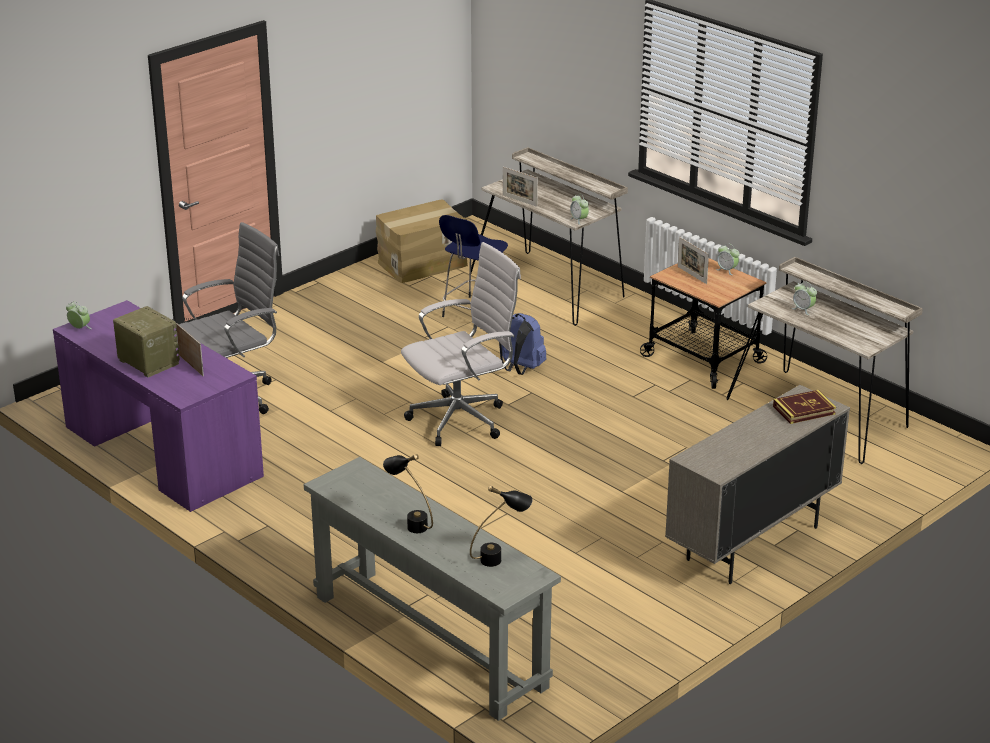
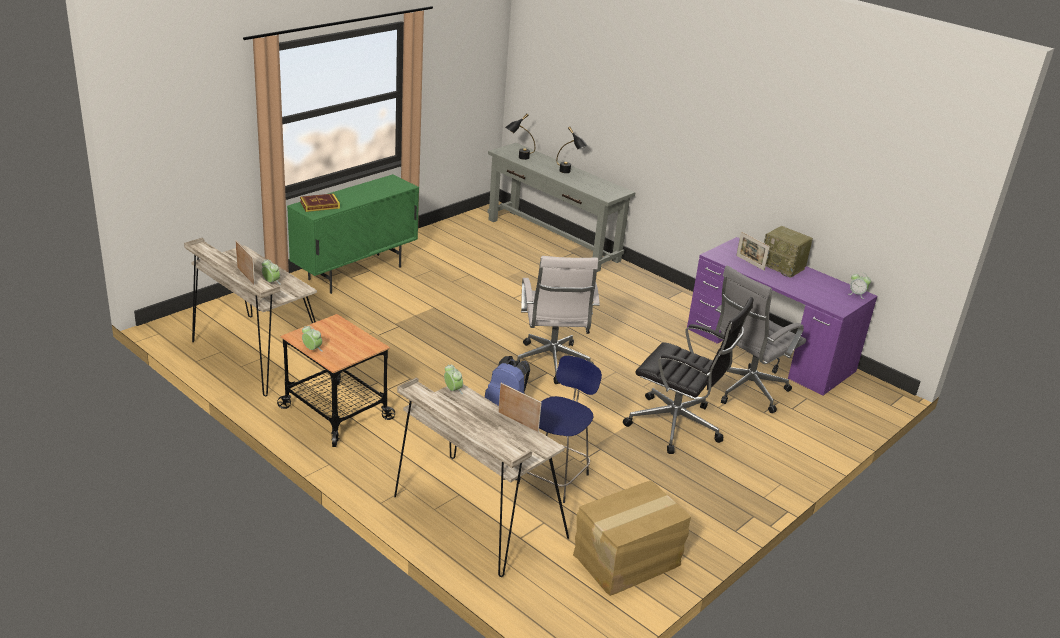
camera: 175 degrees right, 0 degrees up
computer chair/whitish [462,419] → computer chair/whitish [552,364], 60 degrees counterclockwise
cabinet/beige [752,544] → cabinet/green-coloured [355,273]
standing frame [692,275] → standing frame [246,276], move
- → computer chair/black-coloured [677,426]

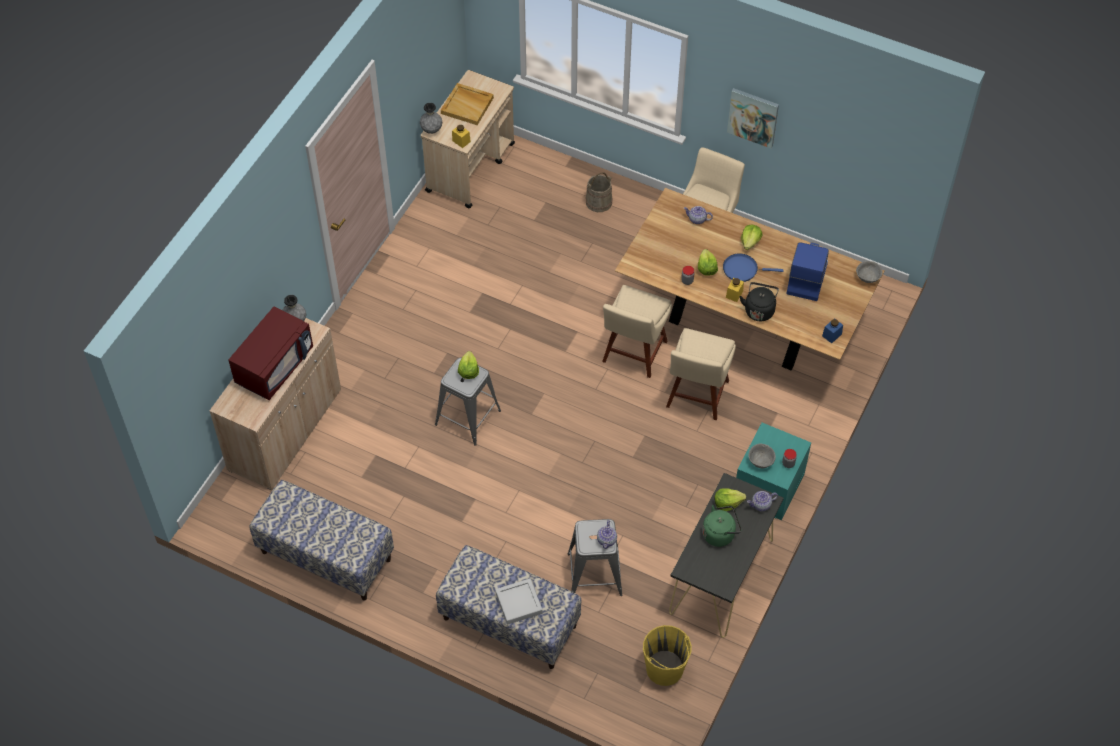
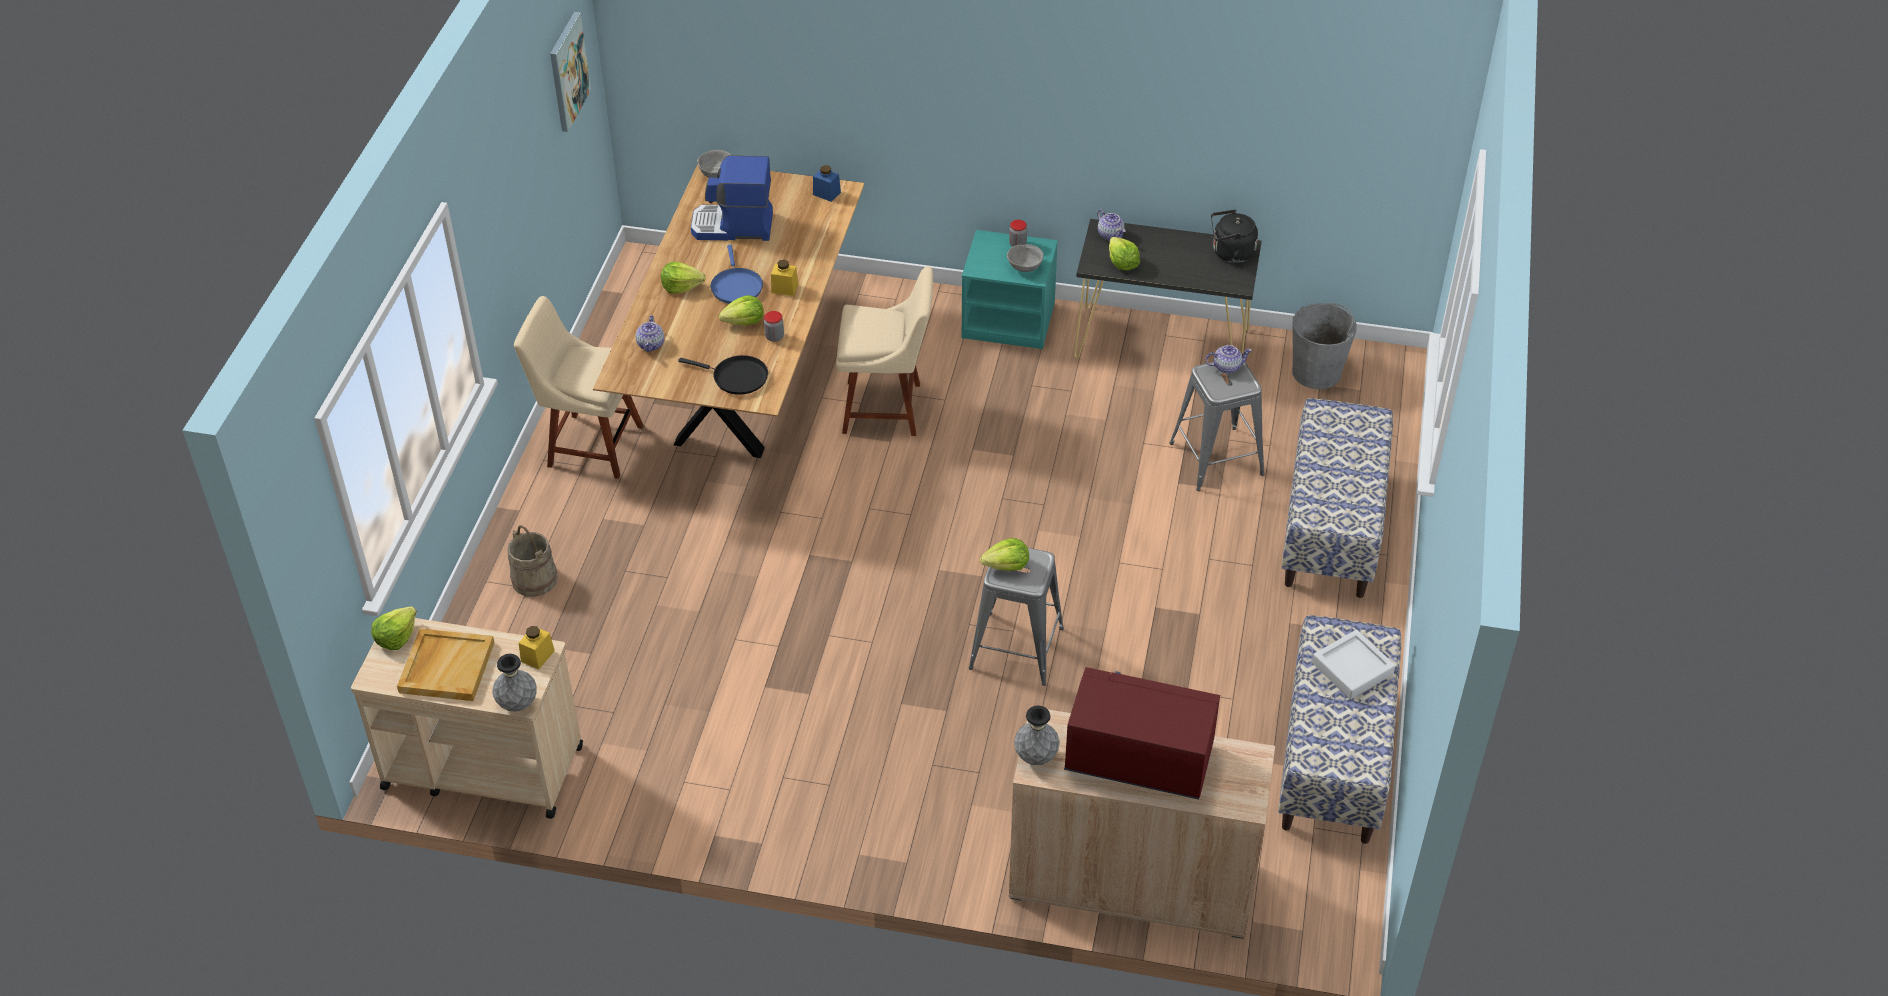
camera: 105 degrees left, 10 degrees down
tray/grey [518,603] → tray/grey [1352,668], move
plain chair/beige [633,354] → -
bucket/yellow [664,669] → bucket/grey [1317,372]
kettle/green-coloured [720,534] → -
picture [753,117] → picture [568,71], move
kettle/black-coloured [759,309] → kettle/black-coloured [1230,253], move
- → head of lettuce [396,637]
- → pan/black-coloured [736,377]

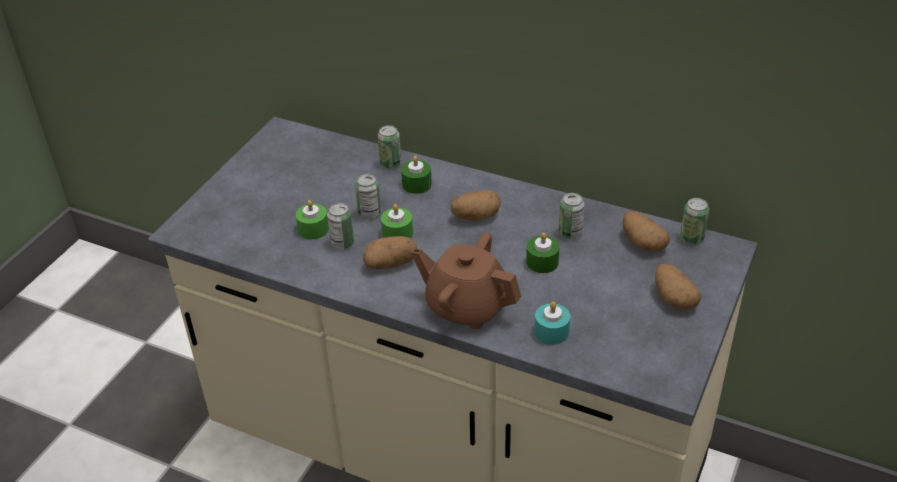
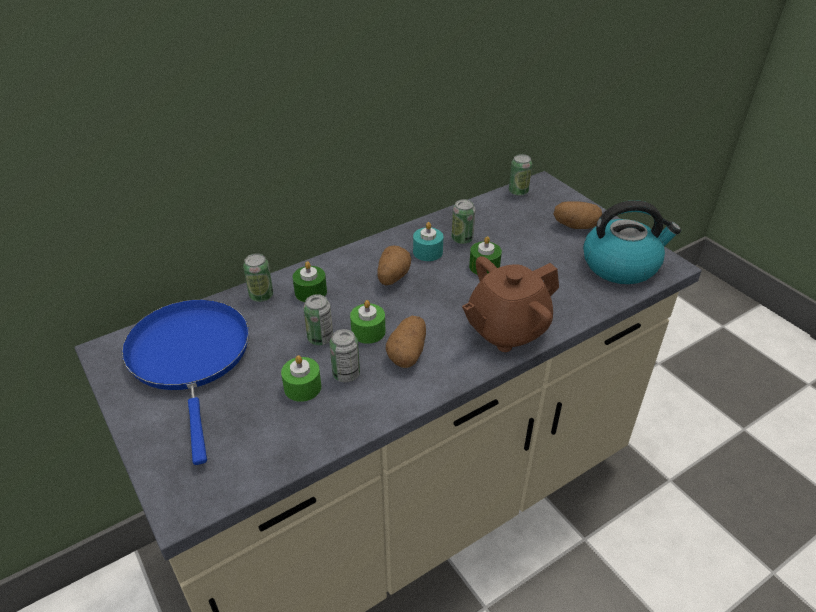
camera: 60 degrees left, 0 degrees up
wax candle/turquoise-coloured [551,331] → wax candle/turquoise-coloured [427,252], move
spud [642,243] → -
- → pan/bluish [190,357]
- → kettle [621,265]

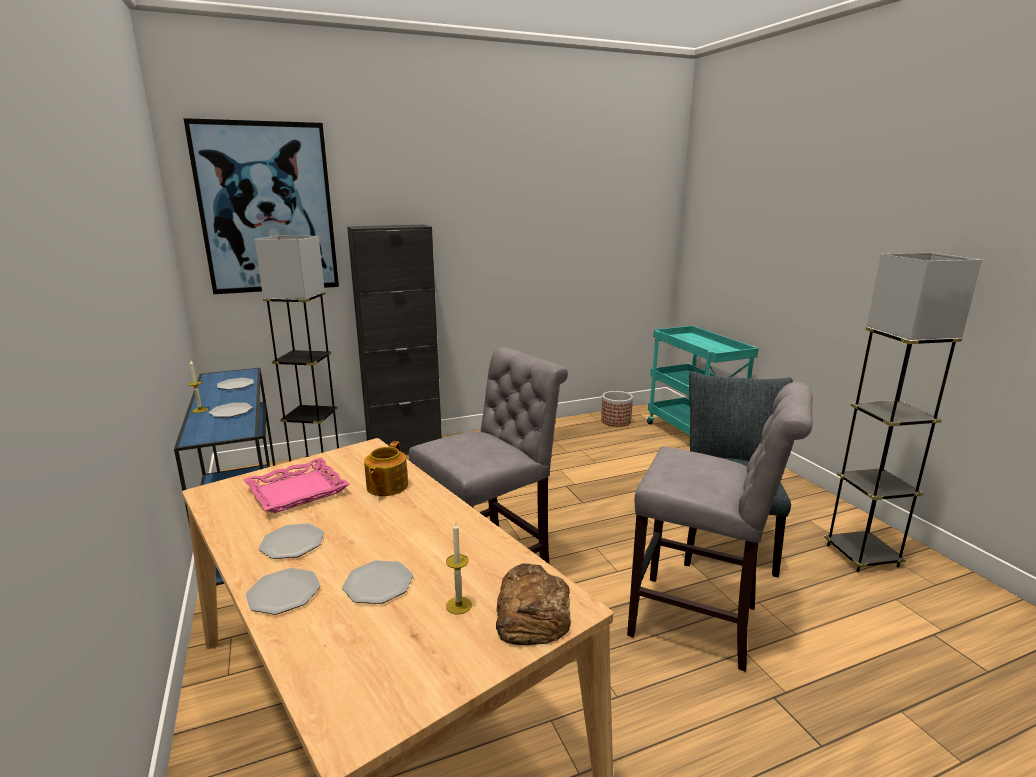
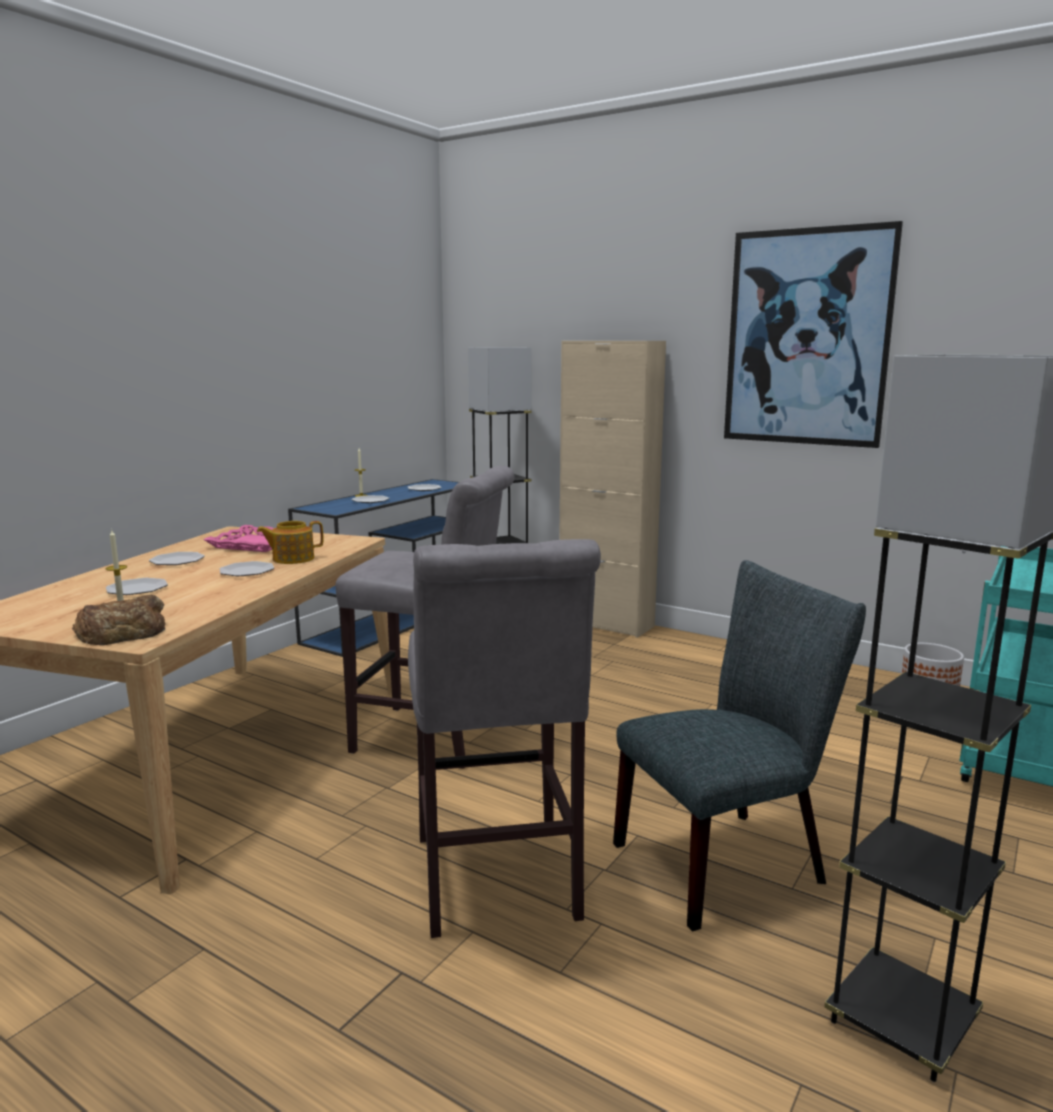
camera: 55 degrees right, 5 degrees down
picture [267,209] → picture [807,338], move
flat dish [284,593] → flat dish [246,571], move
cabinet/black-coloured [404,449] → cabinet/beige [606,624]

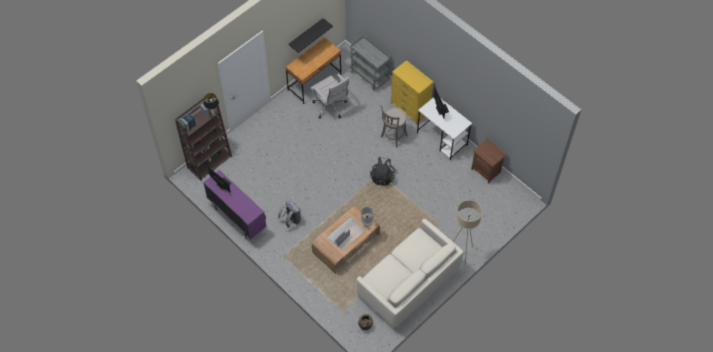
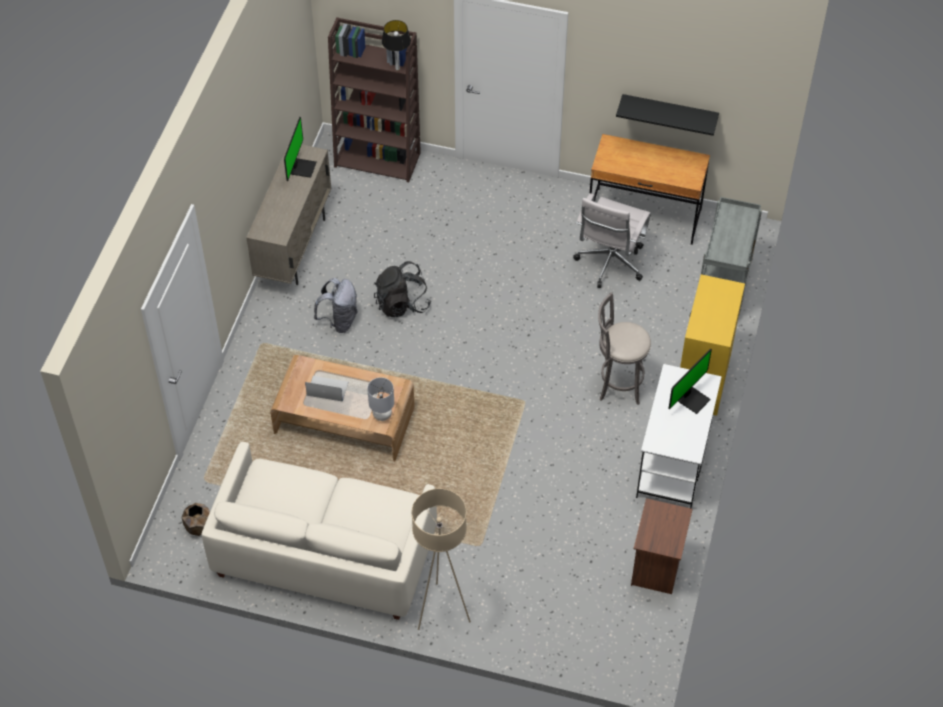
camera: 60 degrees right, 5 degrees down
cabinet/purple-coloured [237,218] → cabinet/beige [294,248]
rucksack/black-coloured [382,177] → rucksack/black-coloured [402,304], move

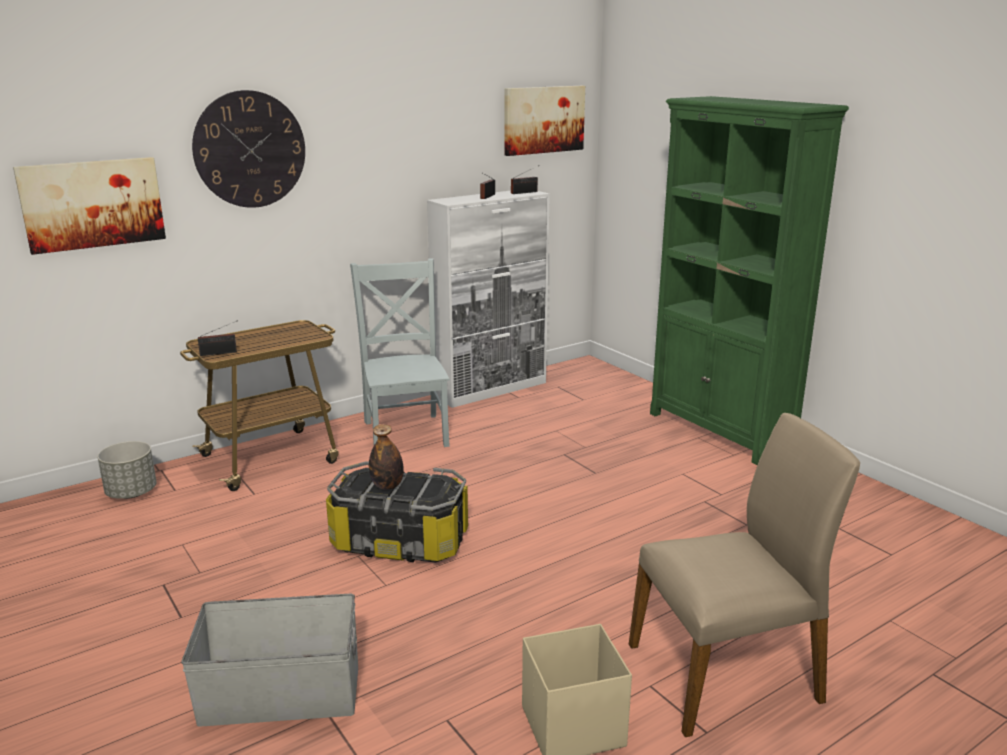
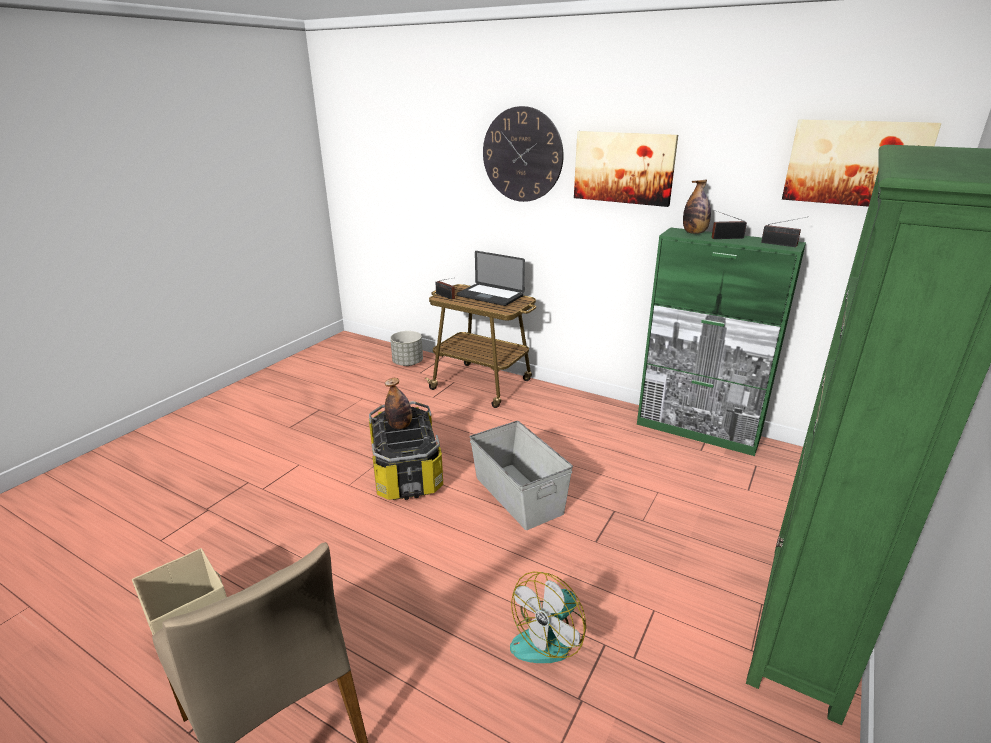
camera: 65 degrees right, 5 degrees up
picture [92,204] → picture [624,167], move
storage box/grey [280,694] → storage box/grey [518,494], move
plain chair/grey [406,431] → -
cabinet/whitish [491,389] → cabinet/green-coloured [698,431]
- → laptop [490,296]
- → electric fan [550,637]
- → beverage bottle [694,233]

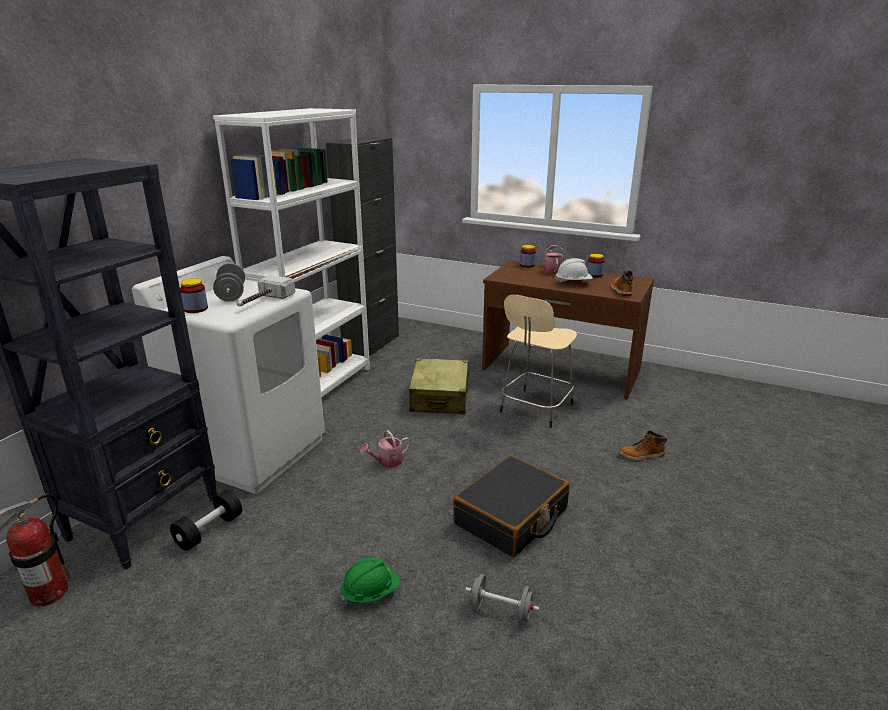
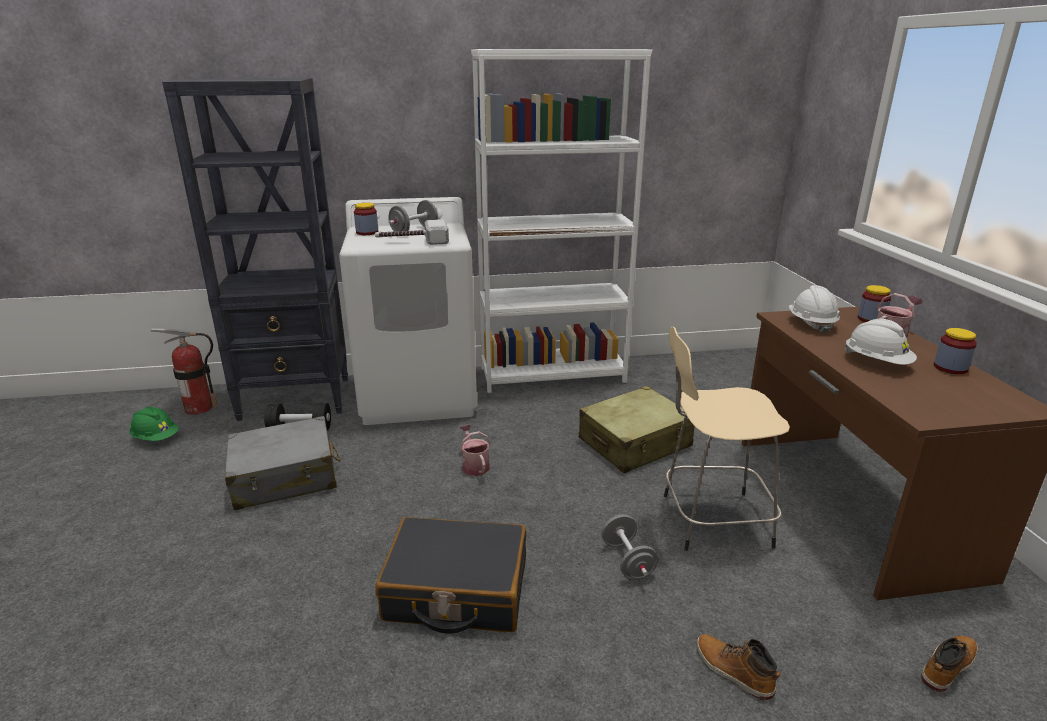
camera: 55 degrees right, 0 degrees up
cabinet/black-coloured [371,344] → -
work helmet/green-coloured [370,592] → work helmet/green-coloured [156,438], move
sprinkling can [387,462] → sprinkling can [474,465], 45 degrees clockwise
hand weight/grey [501,611] → hand weight/grey [627,561], move
boot [620,290] → boot [946,666], move
- → suitcase/grey [285,477]
- → work helmet/whitish [811,324]

